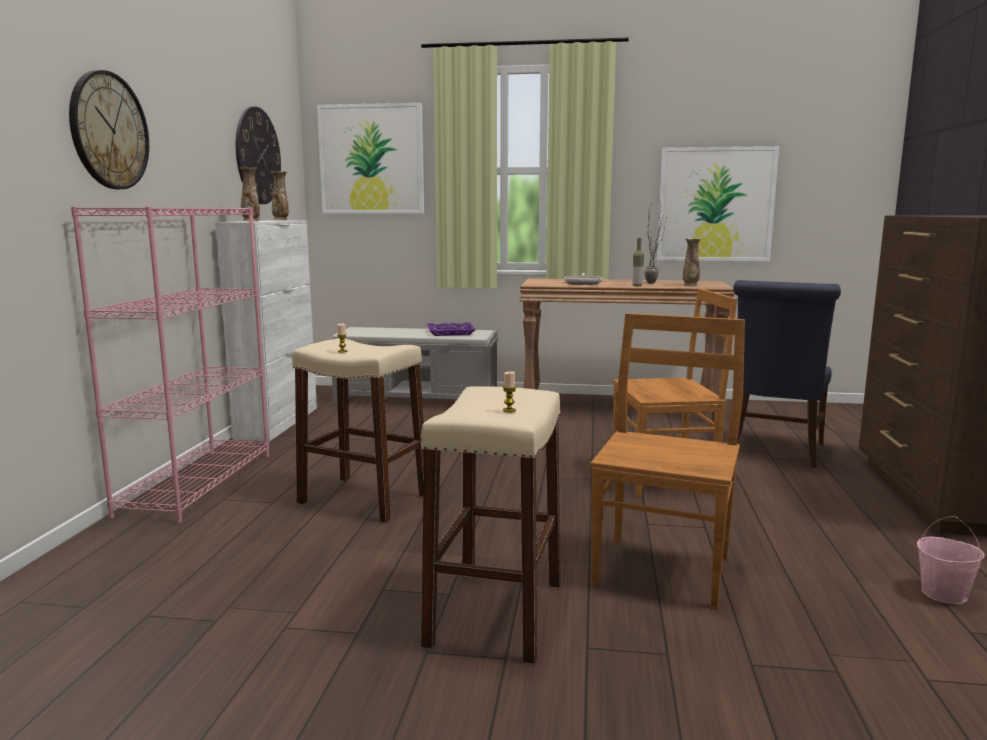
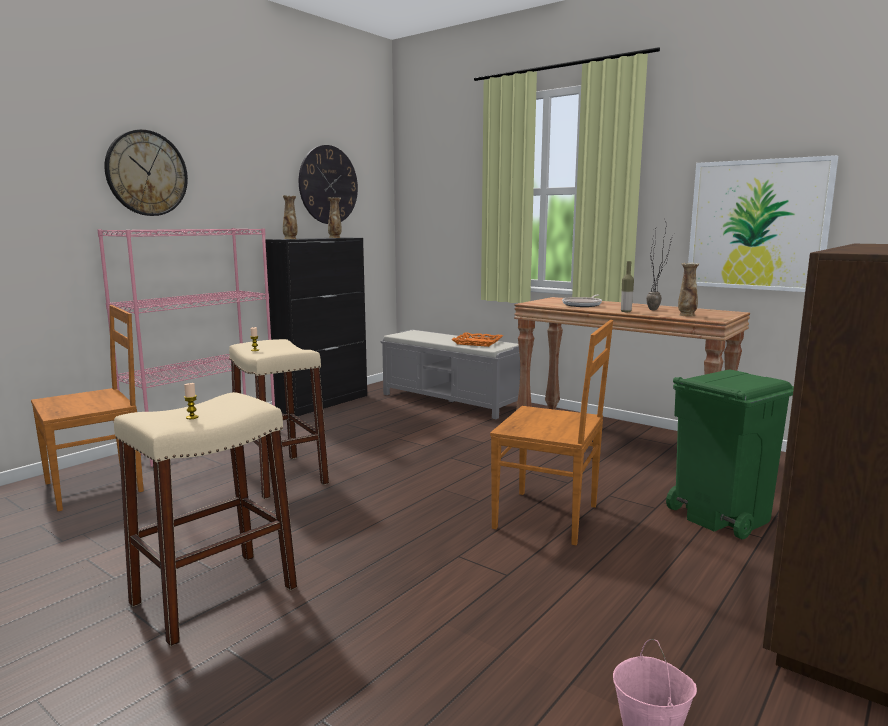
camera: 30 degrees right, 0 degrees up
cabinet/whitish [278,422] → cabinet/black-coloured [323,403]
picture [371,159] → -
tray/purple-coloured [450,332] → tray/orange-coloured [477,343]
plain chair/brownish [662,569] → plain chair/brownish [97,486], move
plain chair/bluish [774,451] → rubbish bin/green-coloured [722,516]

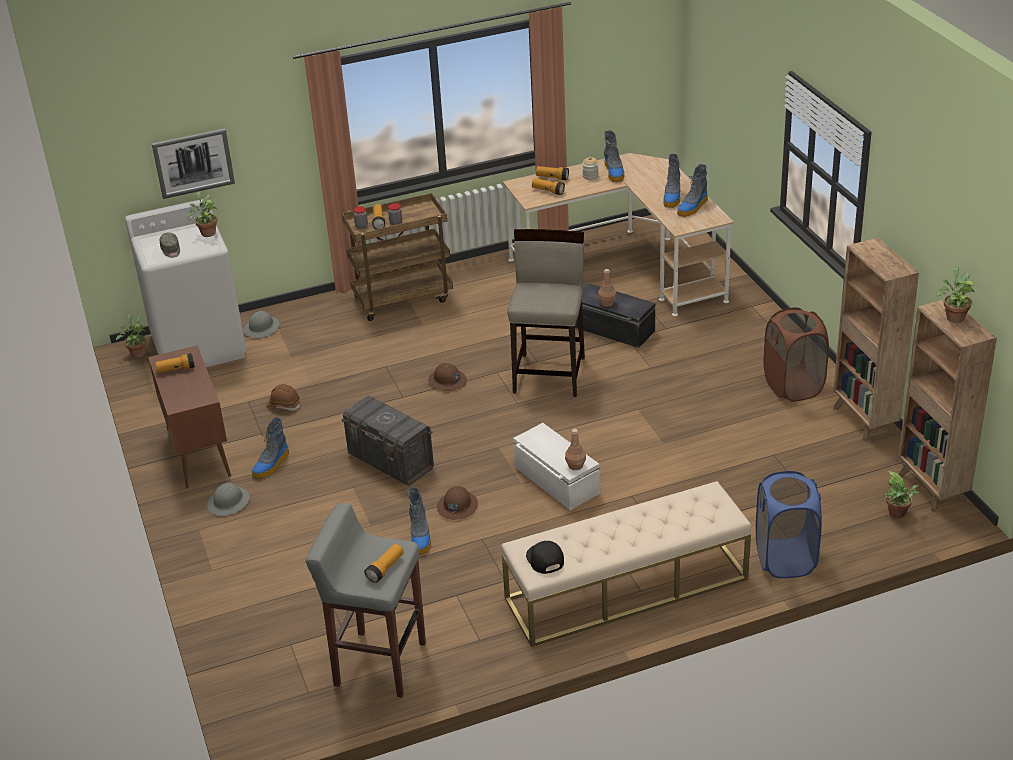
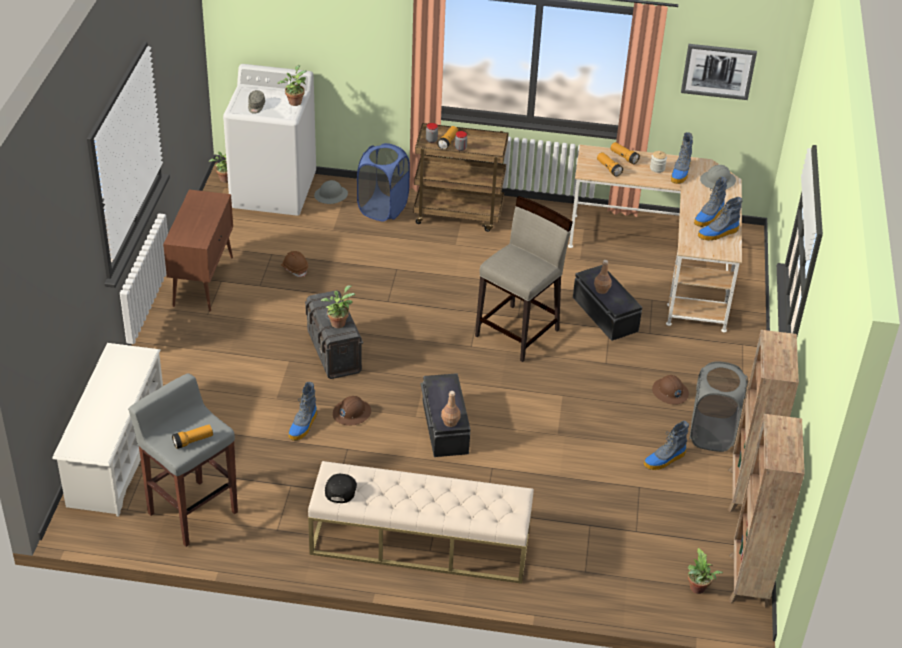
camera: 25 degrees right, 5 degrees up
picture [193,163] → picture [718,71], move
flashlight [176,369] → -
work helmet/grey [229,502] → work helmet/grey [717,181], move
boot [271,465] → boot [664,460], move
work helmet/brownish [447,381] → work helmet/brownish [670,392], move
storage box/whitish [555,481] → storage box/black-coloured [444,427]
hamper/bluish [785,558] → hamper/bluish [383,208], move
hamper/brownish [793,386] → hamper/grey [712,434]
potted plant [953,317] → potted plant [338,322], move
- → shoe stand/whitish [116,454]

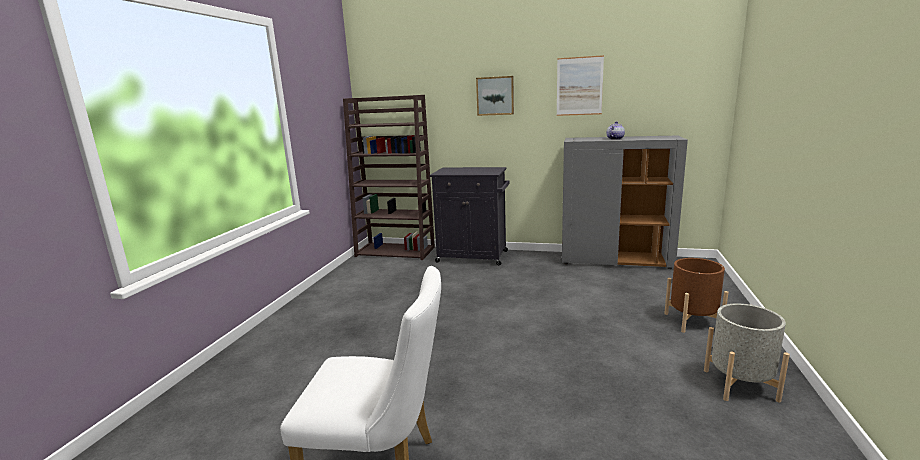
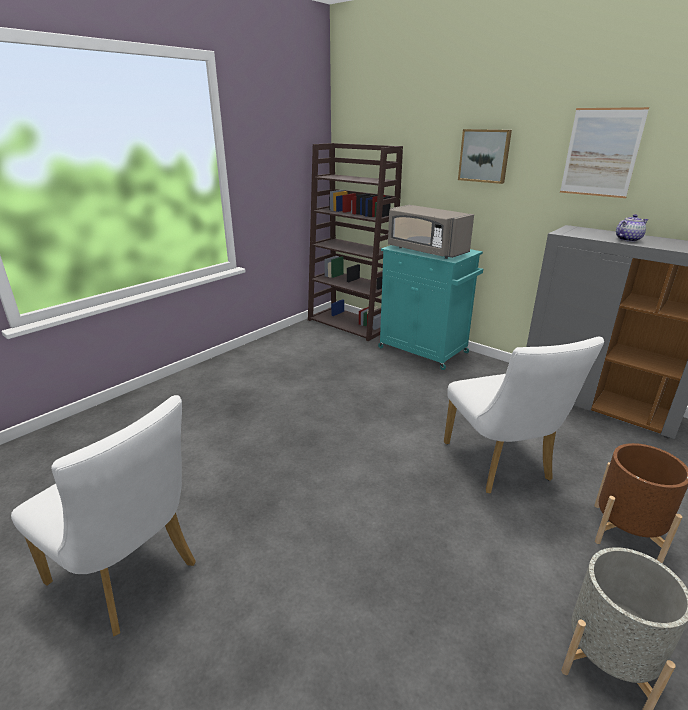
camera: 25 degrees right, 10 degrees up
cabinet/black-coloured [474,257] → cabinet/turquoise-coloured [424,351]
- → microwave oven/grey [425,251]
- → plain chair/whitish [500,465]

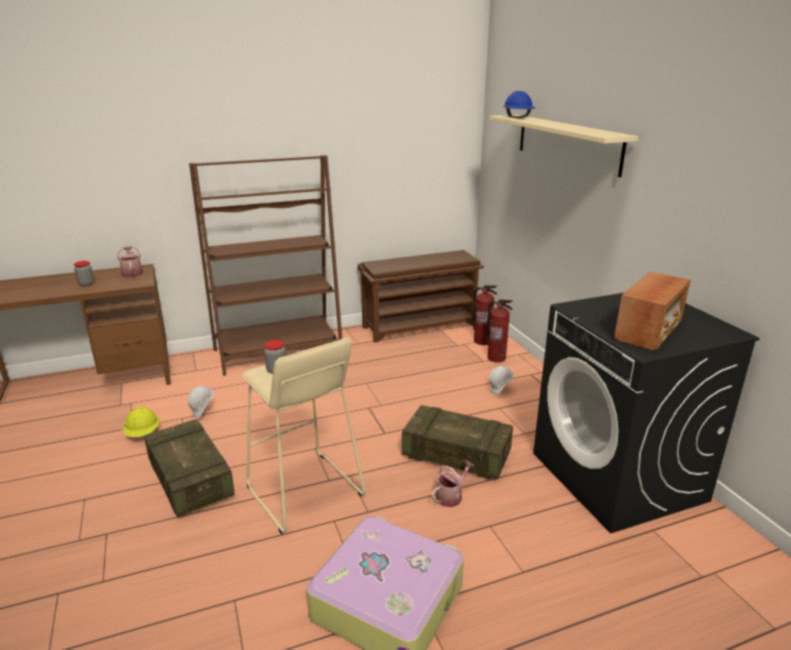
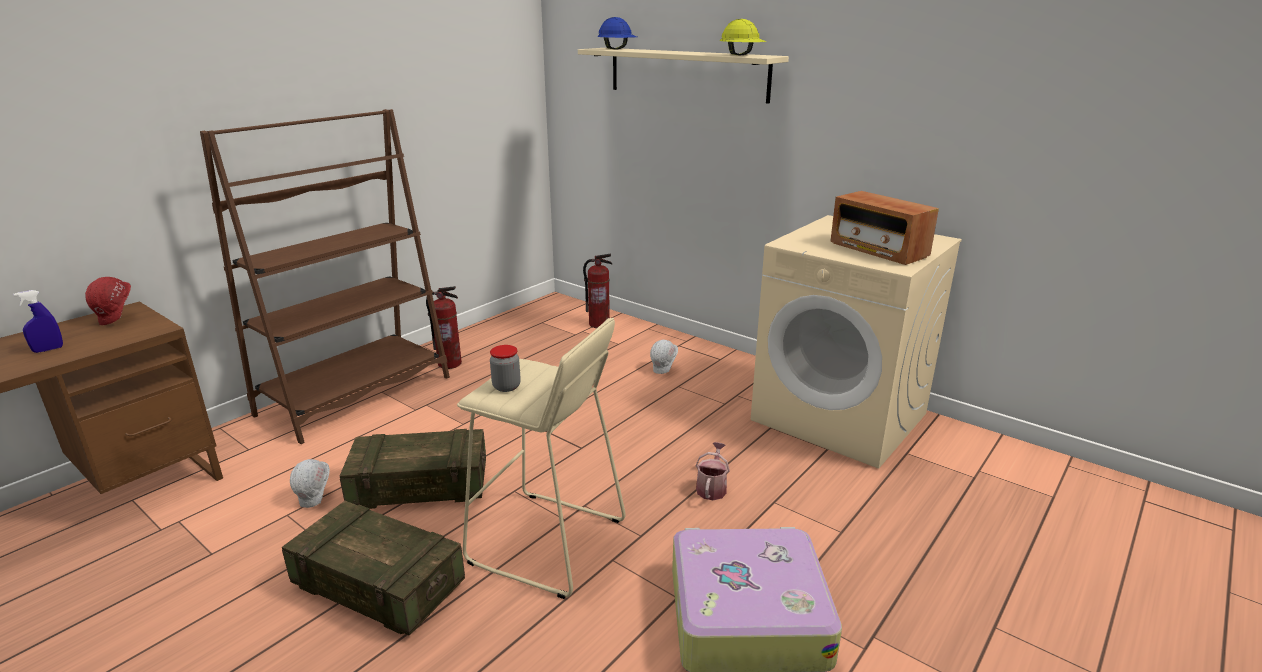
camera: 30 degrees left, 0 degrees up
jar [86,284] → sprayer/bluish [48,349]
sprinkling can [132,273] → work helmet/red-coloured [118,319]
work helmet/yellow [143,434] → work helmet/yellow [742,55], move
shoe stand/brownish [420,325] → -
shipping crate [456,455] → shipping crate [420,487], move
fire extinguisher [496,358] → fire extinguisher [450,363], move
laundry appliance/black-coloured [618,477] → laundry appliance/beige [840,417]
radio set [648,331] → radio set [878,250], 135 degrees clockwise

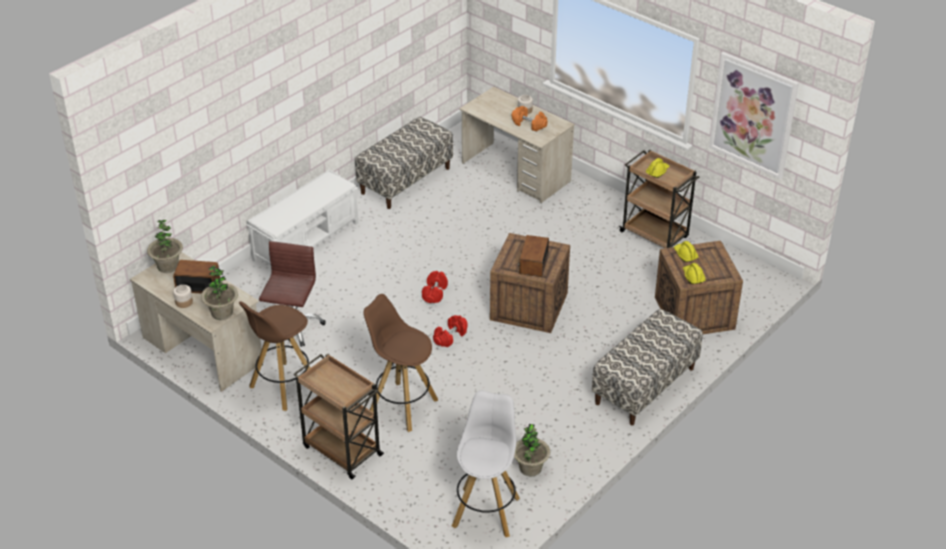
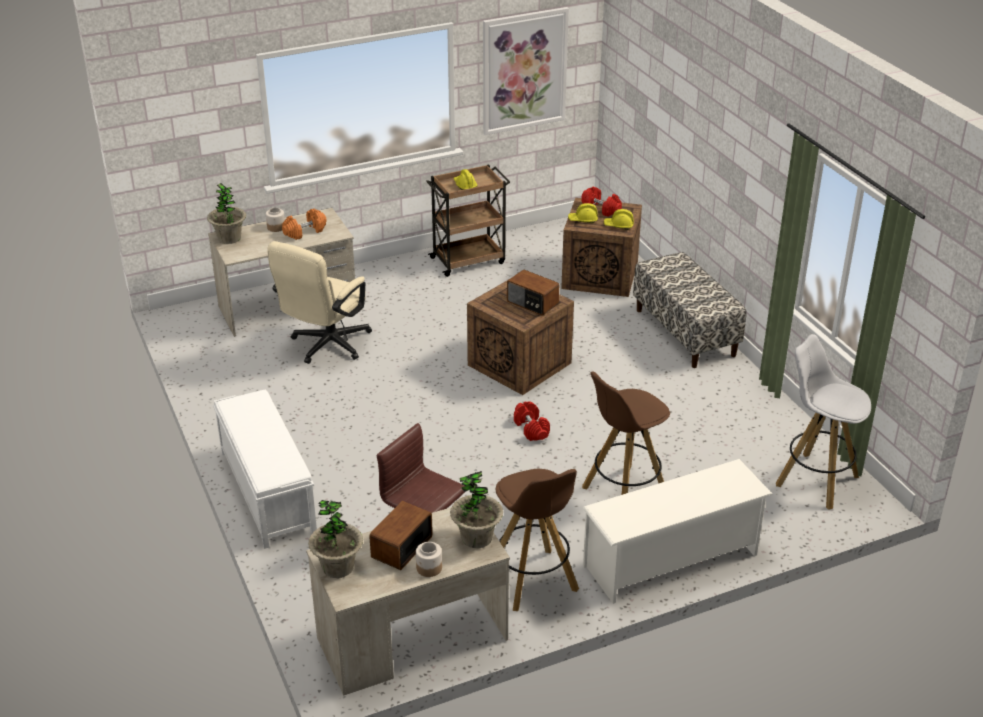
camera: 65 degrees left, 5 degrees down
trolley/brownish [341,450] → shoe stand/whitish [671,560]
bench [405,180] → -
hand weight/red-coloured [435,293] → hand weight/red-coloured [601,209], move
potted plant [530,468] → potted plant [229,238], move
- → computer chair/beige [326,346]

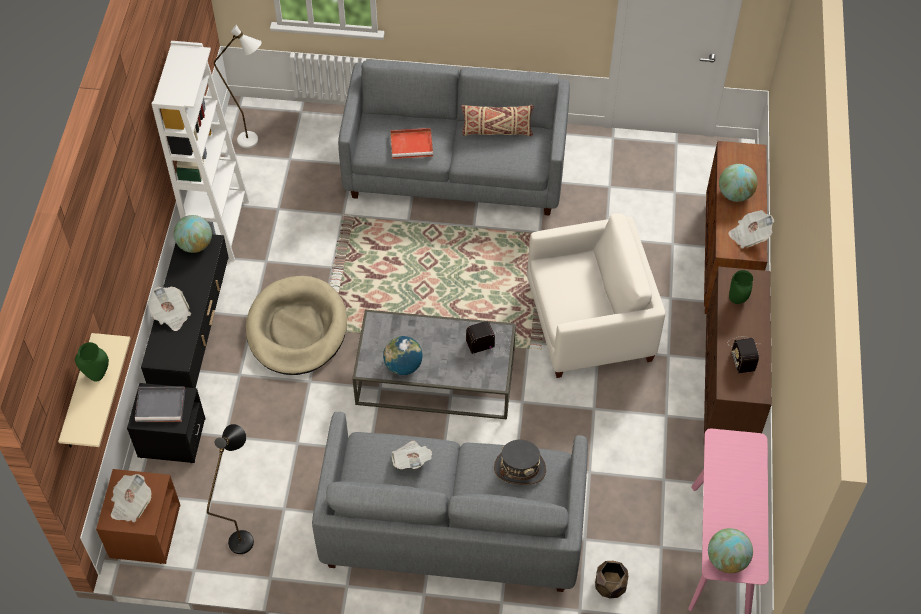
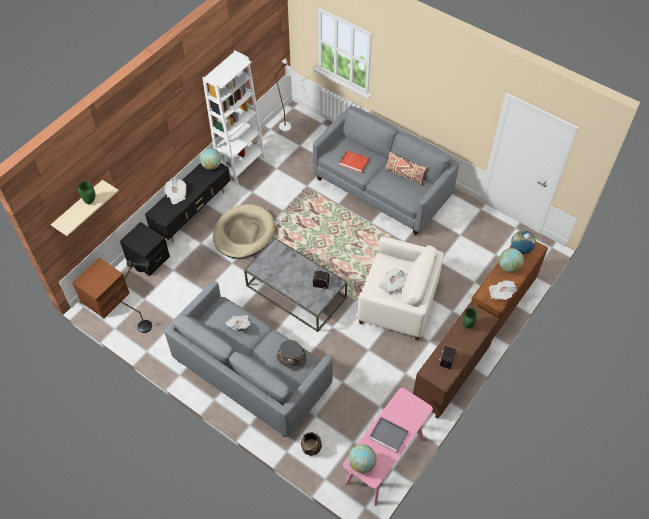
camera: 30 degrees right, 0 degrees up
printed paper [131,504] → printed paper [391,284], move
tray/grey [162,405] → tray/grey [389,435], move
globe [403,366] → globe [521,249], move

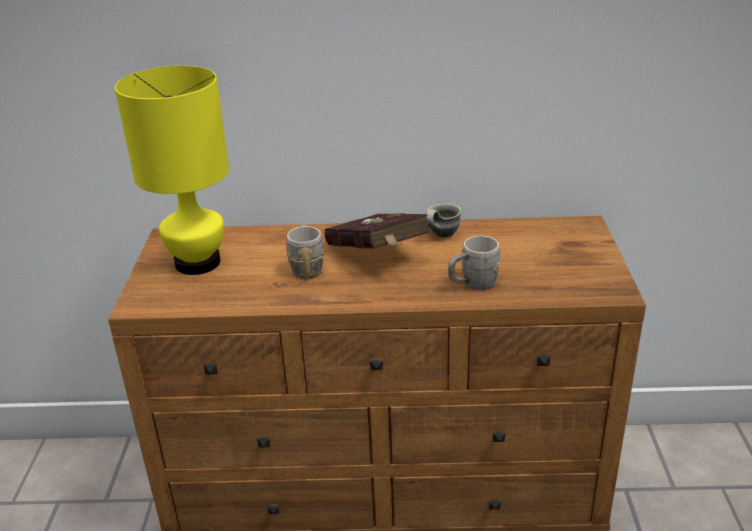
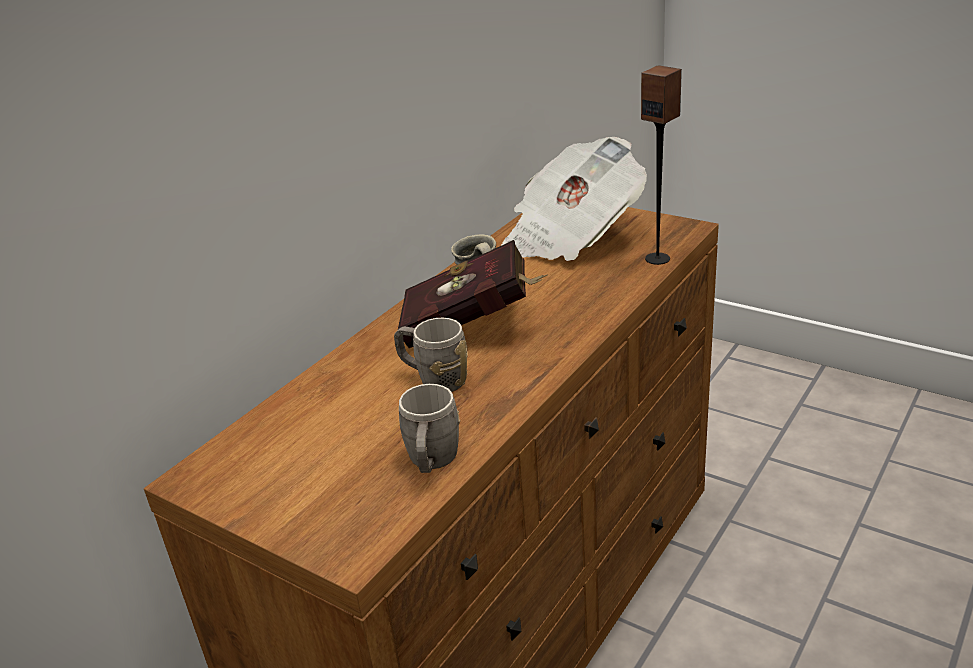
camera: 55 degrees left, 0 degrees up
table lamp/yellow [198,262] → -
mug/grey [473,284] → mug/grey [432,462], move
- → printed paper [570,236]
- → audio speaker [658,258]

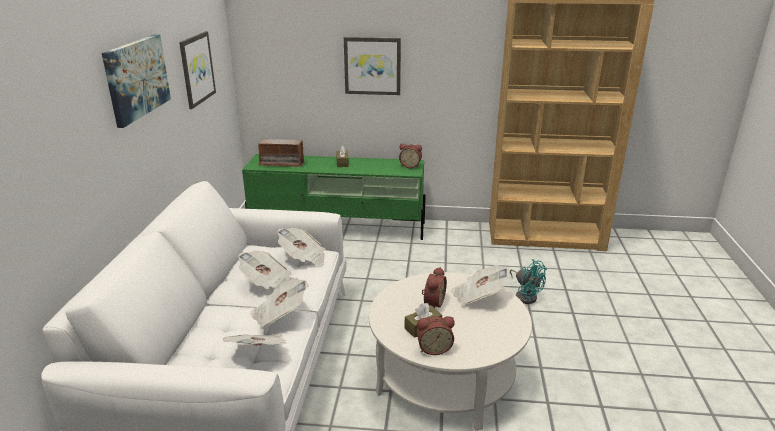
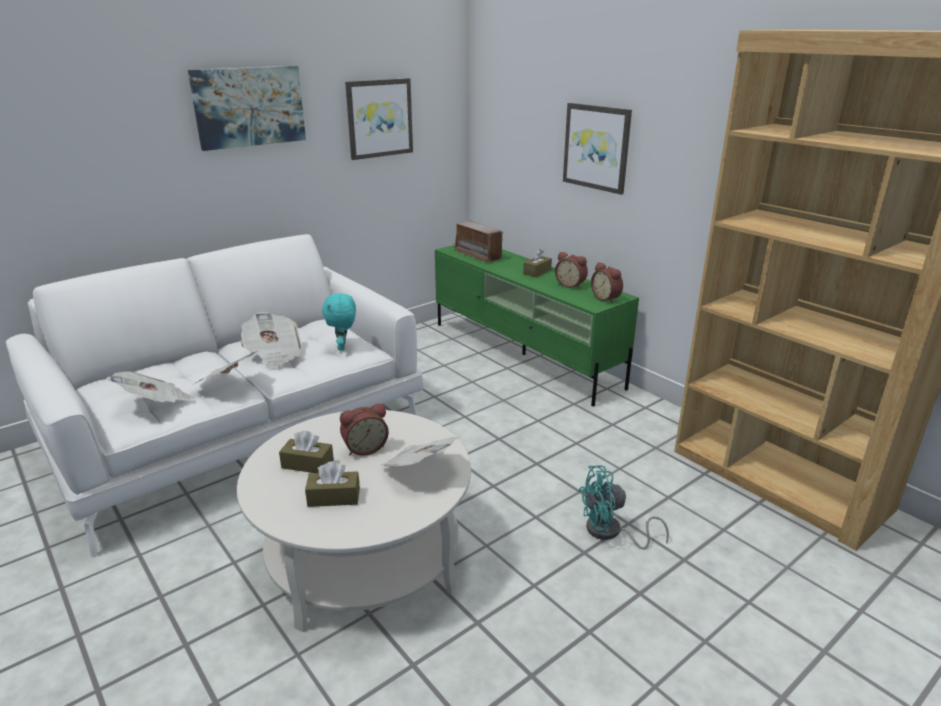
camera: 45 degrees right, 0 degrees up
printed paper [303,257] → cuddly toy/turquoise-coloured [343,347]
alarm clock [434,348] → alarm clock [571,285], move
electric fan/turquoise-coloured [525,295] → electric fan/turquoise-coloured [610,533], 75 degrees clockwise
- → tissue holder/brownish [334,497]

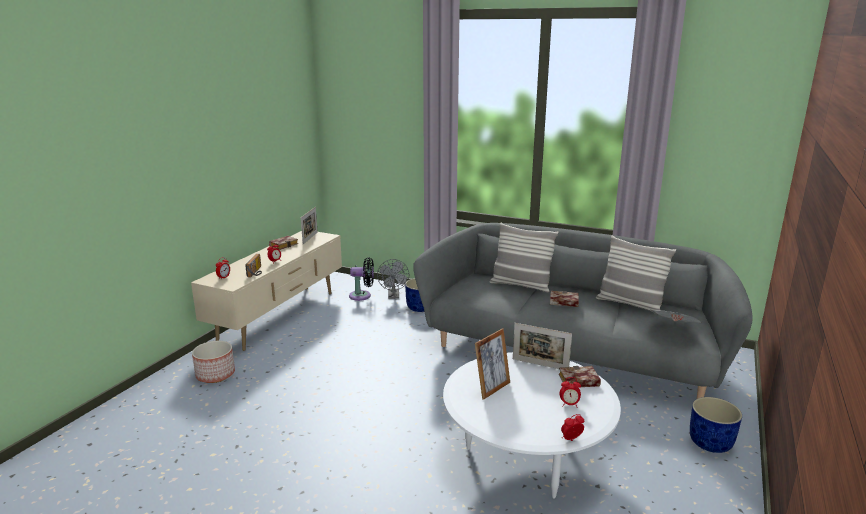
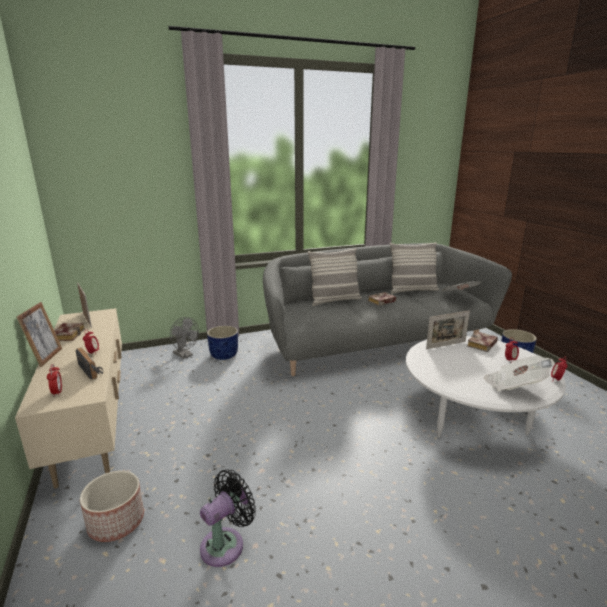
camera: 45 degrees left, 0 degrees up
electric fan/black-coloured [362,296] → electric fan/black-coloured [226,544], move
standing frame [492,388] → standing frame [46,357], move
- → printed paper [514,386]

